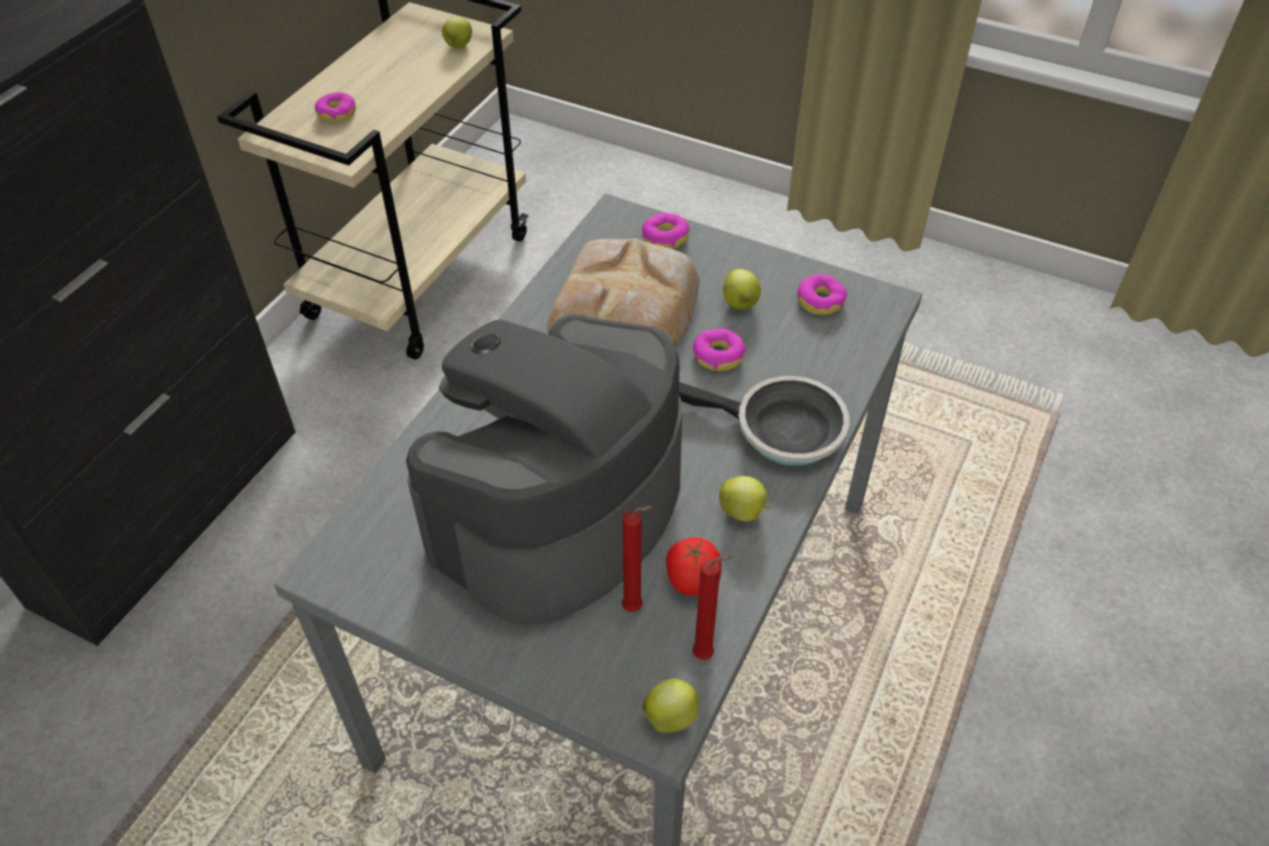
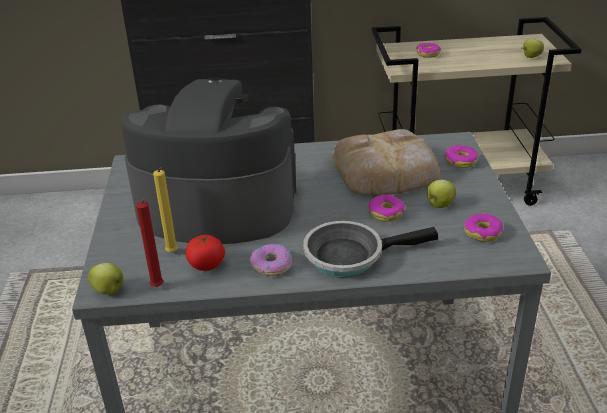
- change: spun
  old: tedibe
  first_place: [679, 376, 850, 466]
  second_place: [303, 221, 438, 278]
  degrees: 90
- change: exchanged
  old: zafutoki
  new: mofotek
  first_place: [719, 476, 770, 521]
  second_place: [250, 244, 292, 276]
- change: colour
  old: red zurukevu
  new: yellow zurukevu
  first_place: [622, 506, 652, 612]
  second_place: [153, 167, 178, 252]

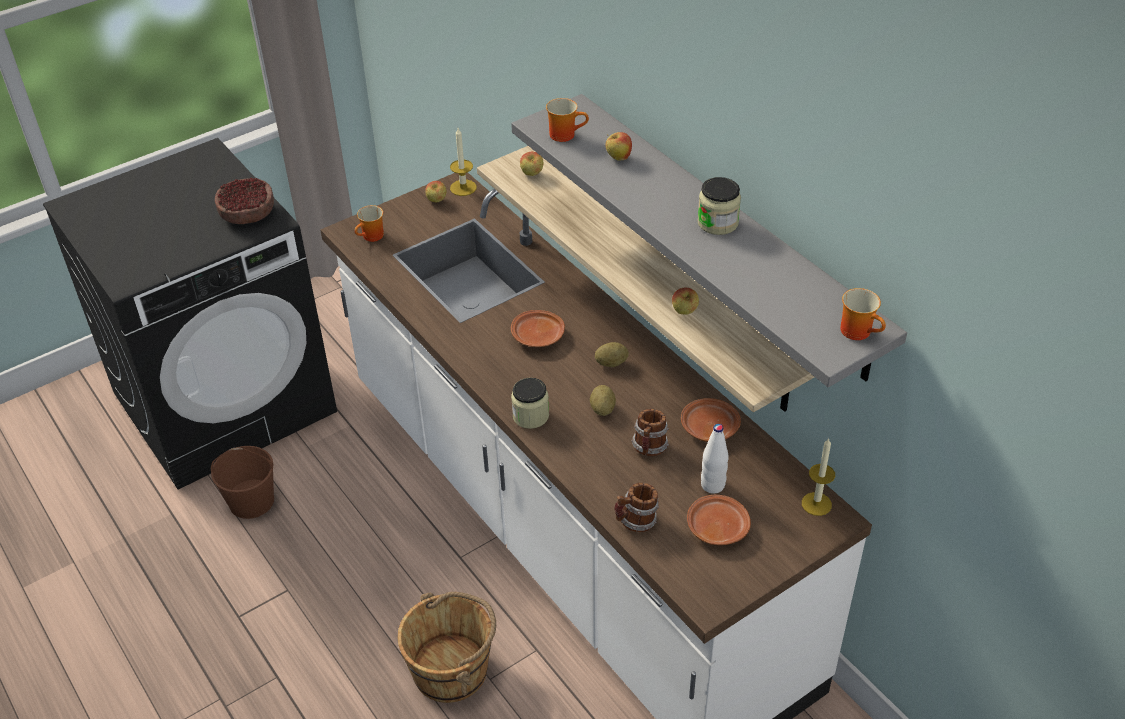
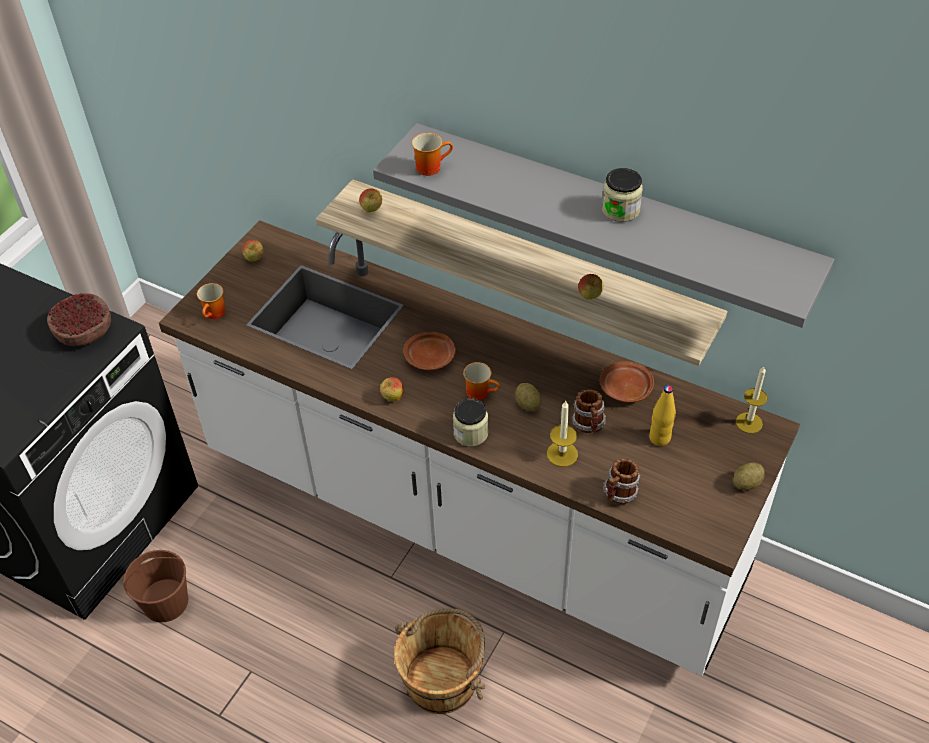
- change: relocated
  old: zurukevu
  first_place: [450, 128, 477, 196]
  second_place: [547, 401, 578, 467]
- change: relocated
  old: zafutoki
  first_place: [605, 132, 632, 161]
  second_place: [380, 377, 404, 401]
- change: relocated
  old: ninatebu
  first_place: [840, 288, 886, 340]
  second_place: [463, 362, 500, 400]
- change: relocated
  old: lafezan
  first_place: [595, 342, 629, 367]
  second_place: [733, 462, 765, 490]
- change: colour
  old: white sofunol
  new: yellow sofunol
  first_place: [701, 424, 729, 494]
  second_place: [649, 385, 676, 446]
- change: missing
  old: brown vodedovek
  first_place: [687, 495, 751, 545]

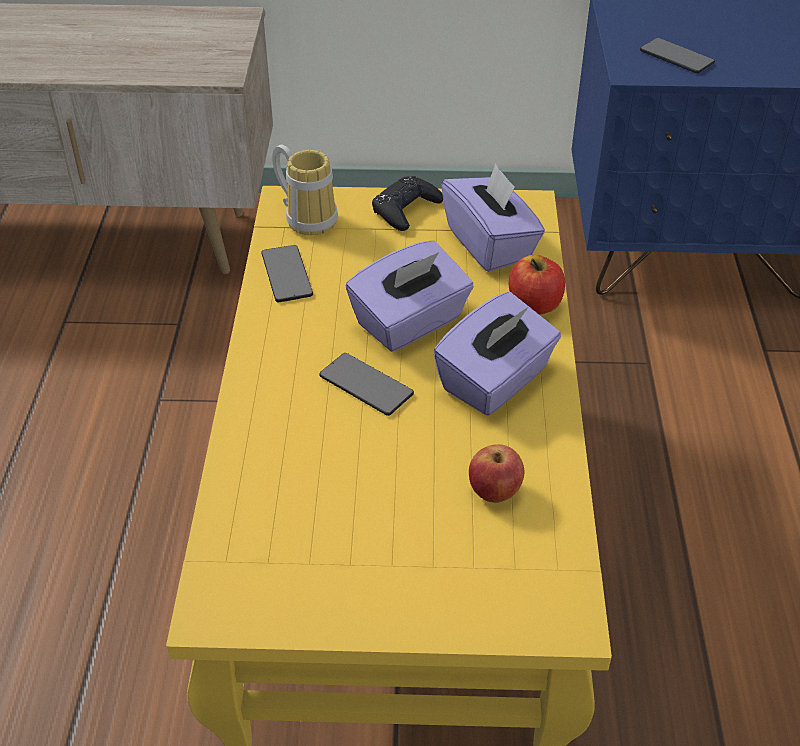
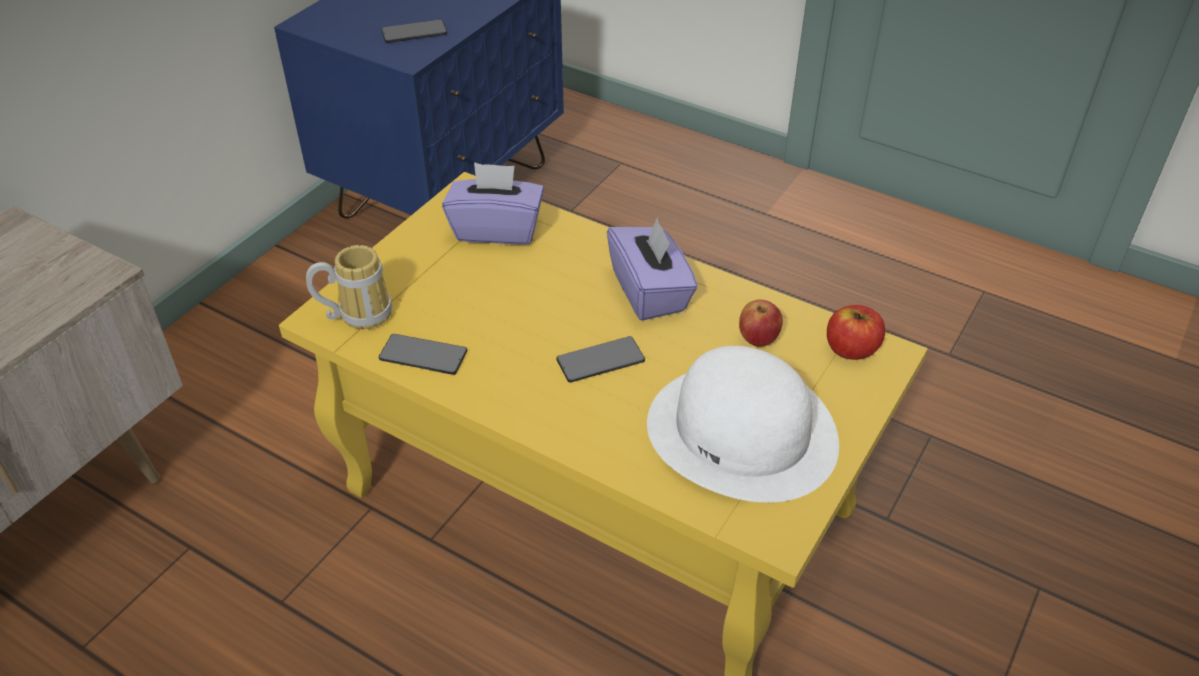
- change: missing
  old: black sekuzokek
  first_place: [372, 176, 443, 231]
- change: missing
  old: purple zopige
  first_place: [346, 241, 474, 352]
- change: relocated
  old: zafutoki
  first_place: [509, 255, 565, 315]
  second_place: [827, 305, 885, 360]
- change: appeared
  new: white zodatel
  second_place: [647, 346, 839, 503]

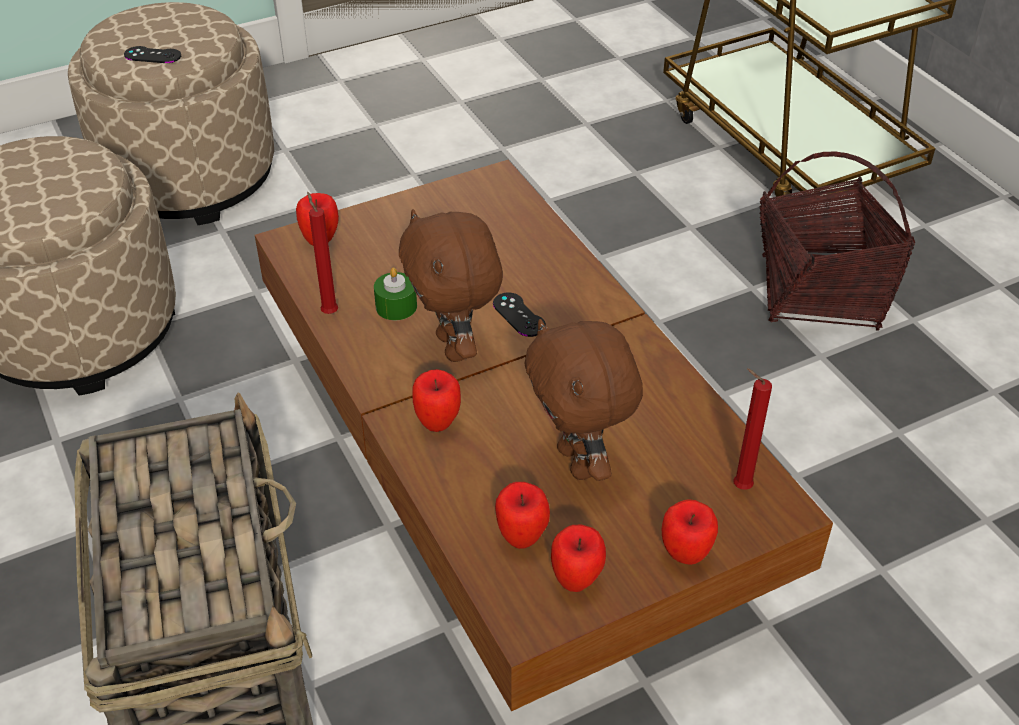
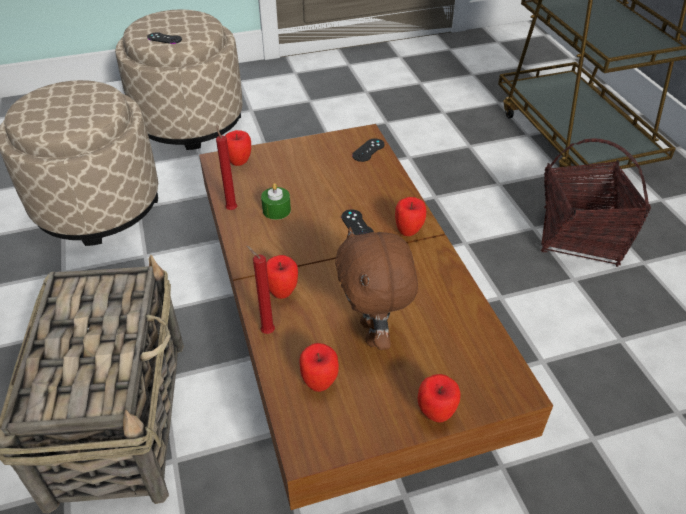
- change: missing
  old: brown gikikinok
  first_place: [399, 209, 503, 362]
- change: relocated
  old: red zurukevu
  first_place: [733, 368, 772, 490]
  second_place: [246, 245, 275, 334]
- change: relocated
  old: zafutoki
  first_place: [551, 525, 606, 592]
  second_place: [395, 197, 426, 236]
- change: appeared
  new: black sekuzokek
  second_place: [352, 138, 385, 162]

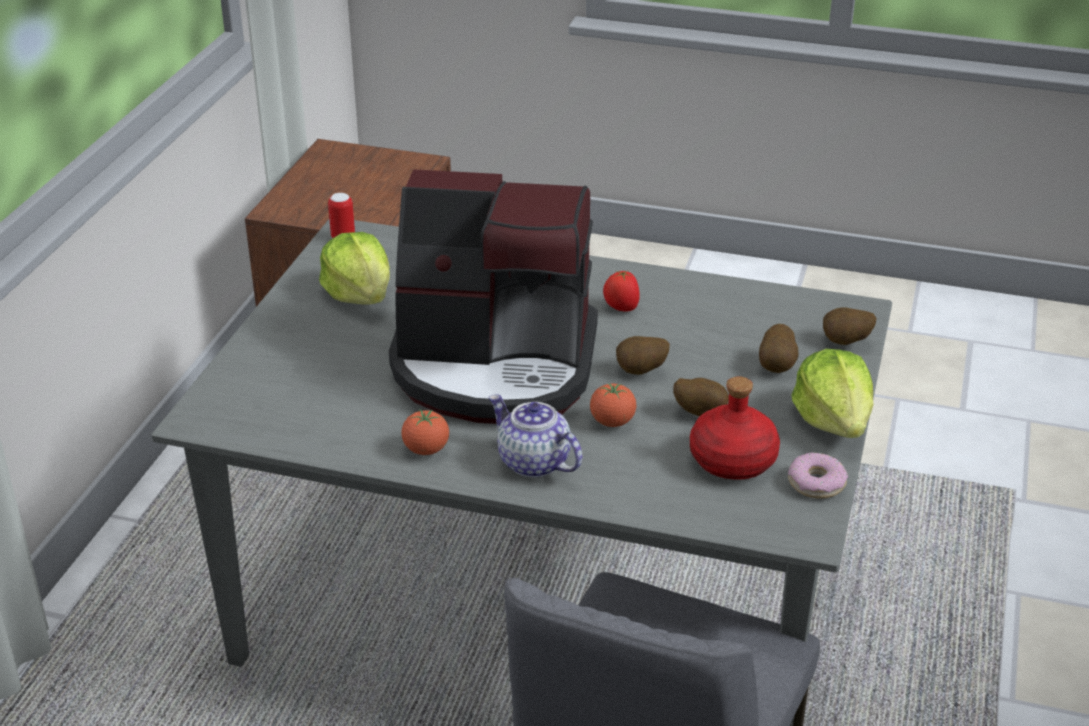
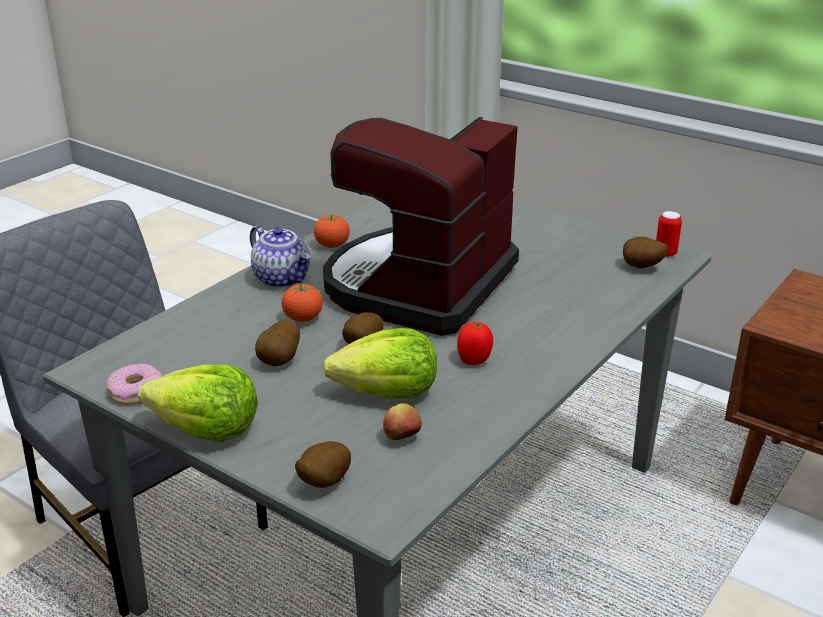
- change: relocated
  old: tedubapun
  first_place: [319, 232, 390, 304]
  second_place: [323, 328, 437, 399]
- change: relocated
  old: lafezan
  first_place: [759, 324, 798, 373]
  second_place: [623, 236, 668, 269]
- change: missing
  old: red sofunol
  first_place: [690, 376, 780, 480]
- change: spun
  old: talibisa
  first_place: [489, 395, 582, 478]
  second_place: [250, 225, 310, 288]
  degrees: 75
- change: appeared
  new: zafutoki
  second_place: [383, 403, 422, 440]

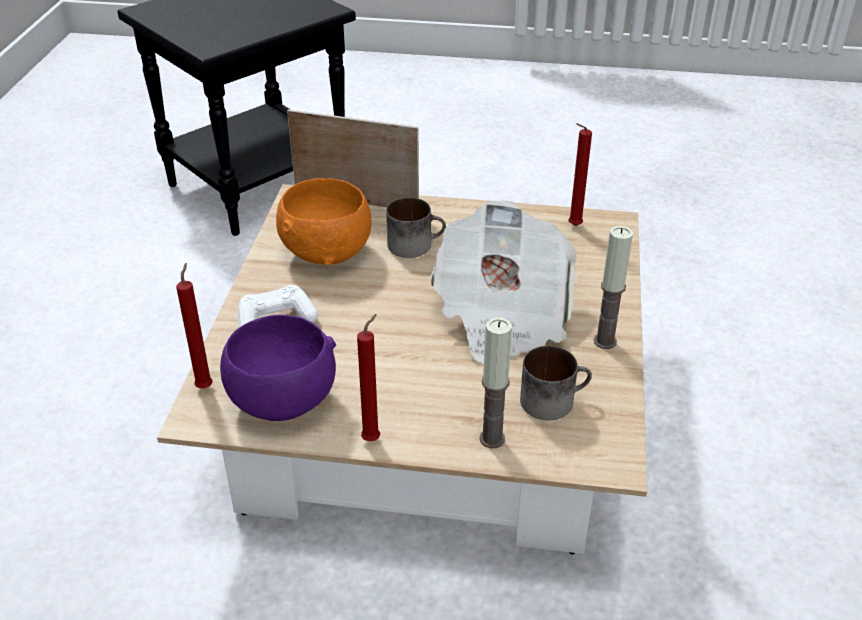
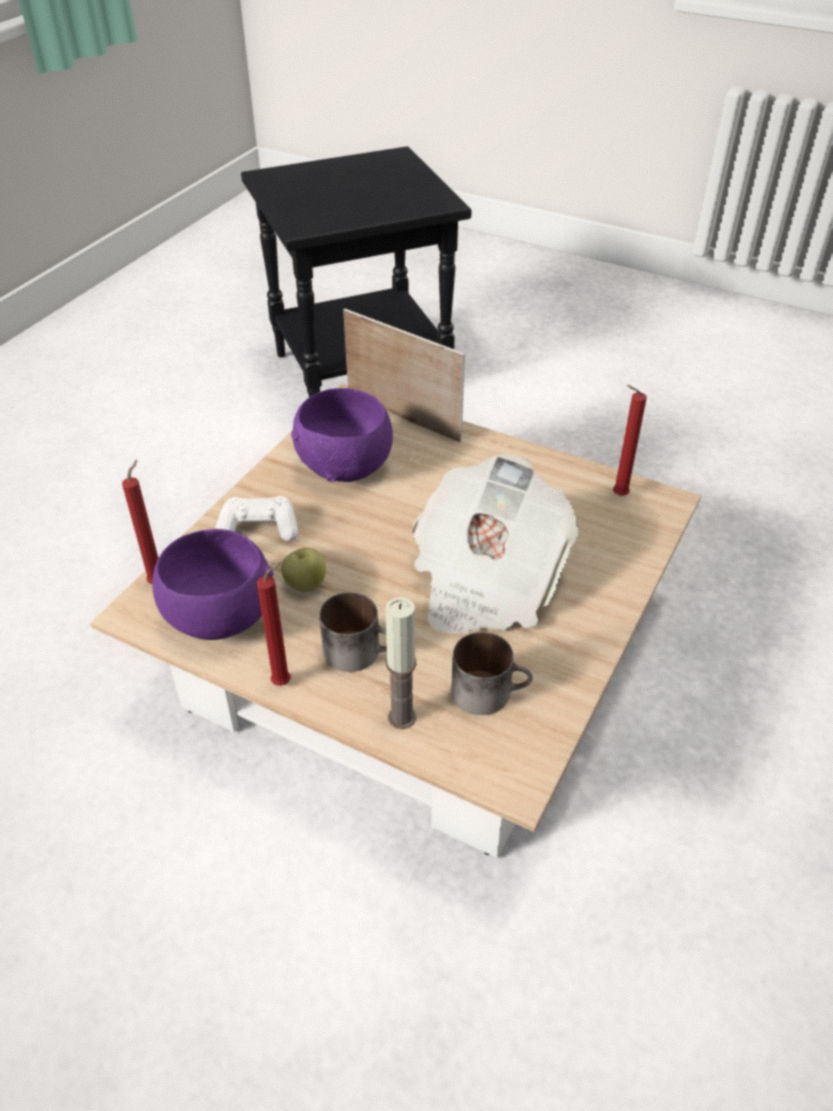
- change: colour
  old: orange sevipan
  new: purple sevipan
  first_place: [276, 178, 372, 265]
  second_place: [291, 388, 393, 482]
- change: relocated
  old: ninatebu
  first_place: [386, 197, 446, 258]
  second_place: [319, 592, 387, 672]
- change: missing
  old: zurukevu
  first_place: [594, 226, 633, 349]
- change: appeared
  new: zafutoki
  second_place: [281, 548, 326, 592]

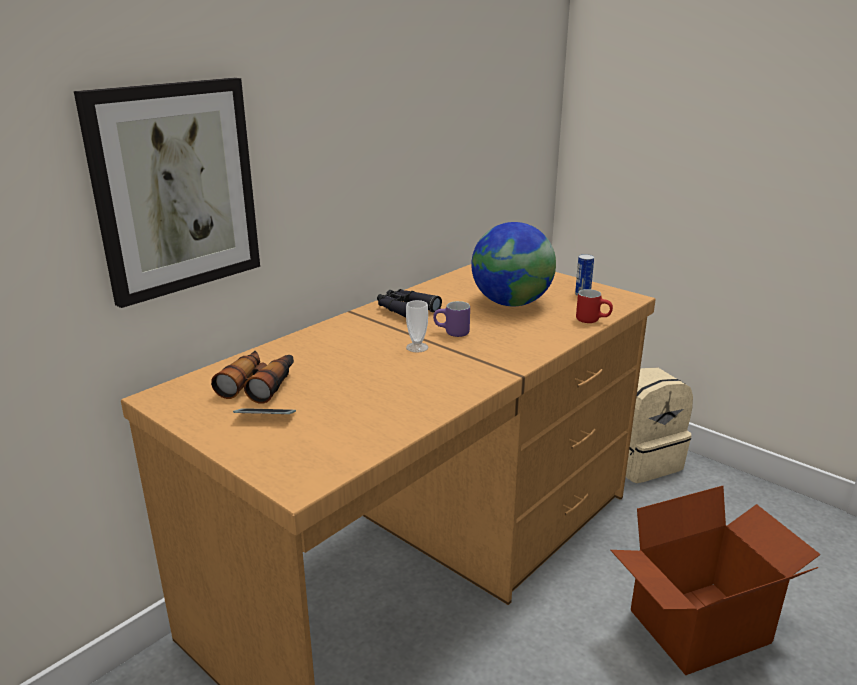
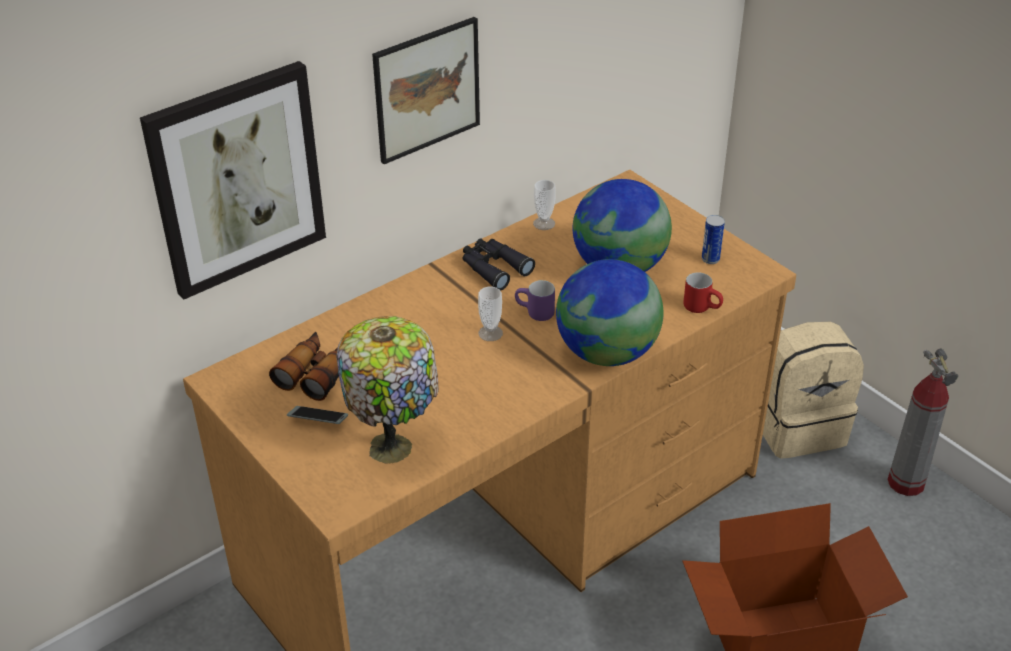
- change: appeared
  new: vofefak
  second_place: [372, 17, 480, 164]
- change: appeared
  new: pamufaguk
  second_place: [533, 180, 556, 230]
- change: appeared
  new: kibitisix
  second_place: [556, 259, 663, 366]
- change: appeared
  new: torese
  second_place: [336, 316, 439, 464]
- change: appeared
  new: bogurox
  second_place: [887, 348, 958, 496]

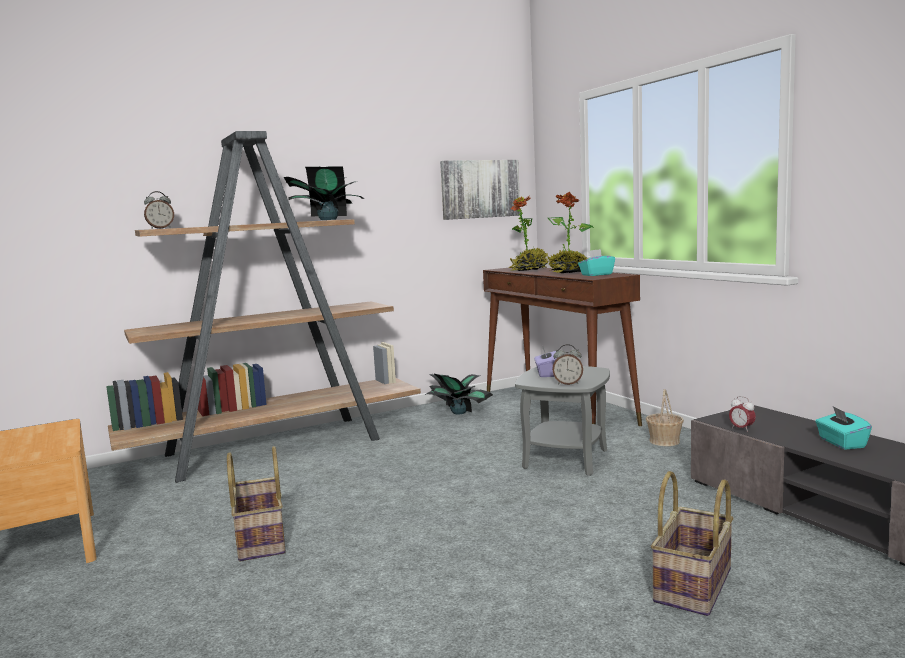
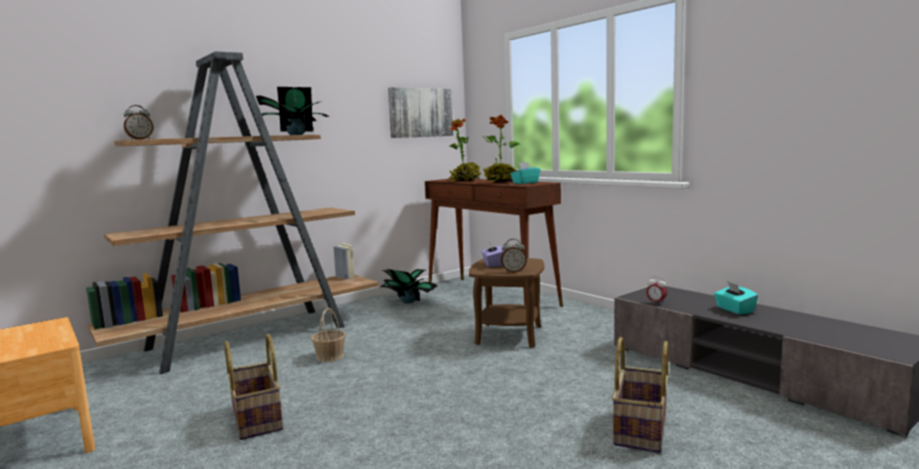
- change: colour
  old: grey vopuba
  new: brown vopuba
  first_place: [515, 366, 610, 476]
  second_place: [469, 258, 544, 348]
- change: relocated
  old: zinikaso
  first_place: [646, 389, 684, 446]
  second_place: [311, 308, 346, 362]

